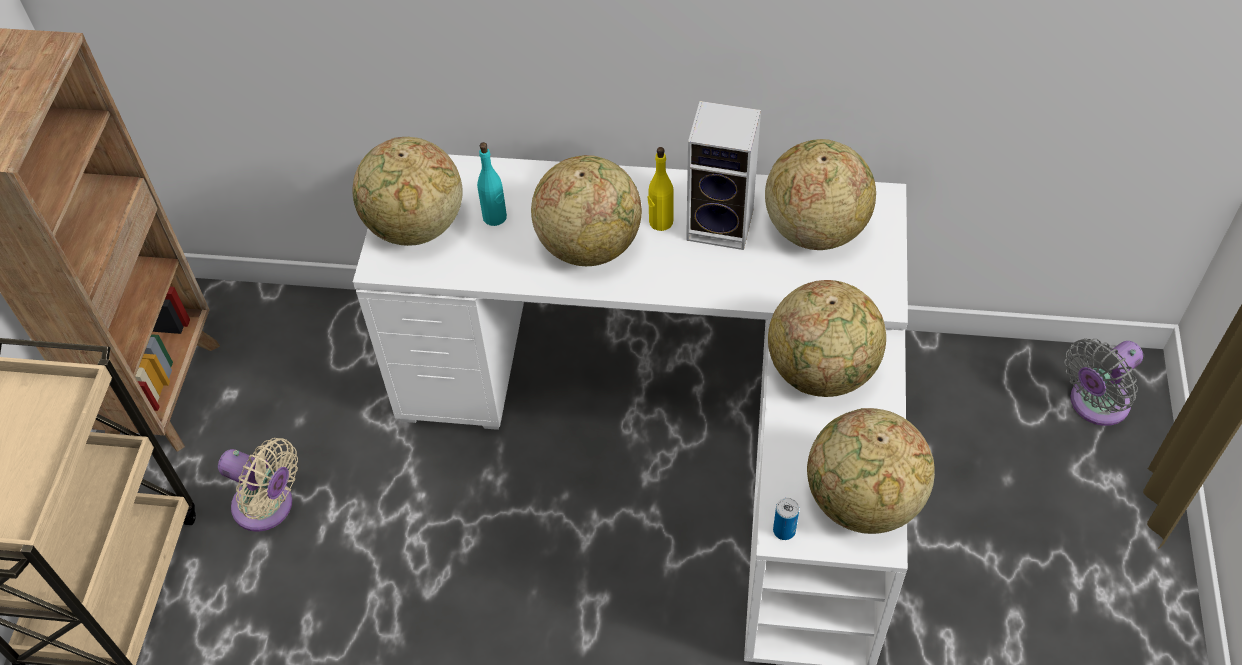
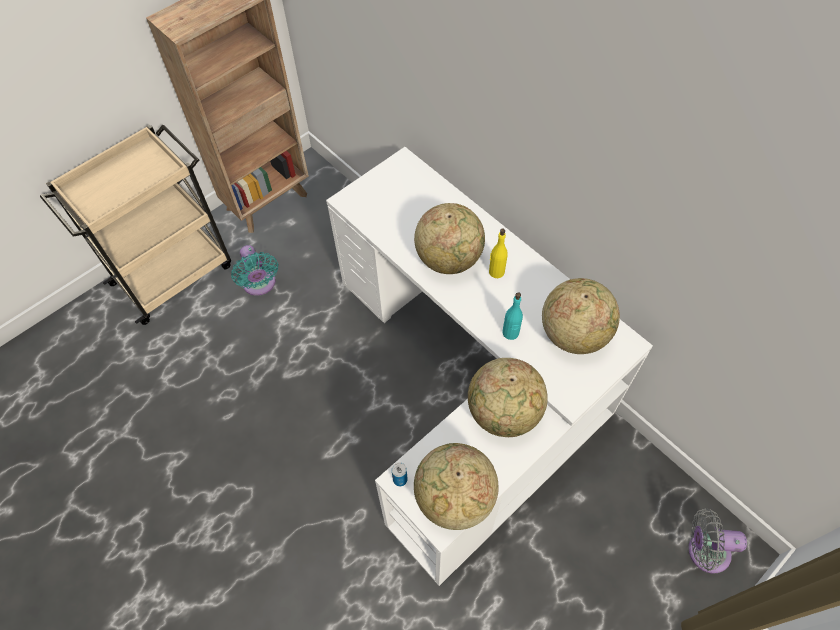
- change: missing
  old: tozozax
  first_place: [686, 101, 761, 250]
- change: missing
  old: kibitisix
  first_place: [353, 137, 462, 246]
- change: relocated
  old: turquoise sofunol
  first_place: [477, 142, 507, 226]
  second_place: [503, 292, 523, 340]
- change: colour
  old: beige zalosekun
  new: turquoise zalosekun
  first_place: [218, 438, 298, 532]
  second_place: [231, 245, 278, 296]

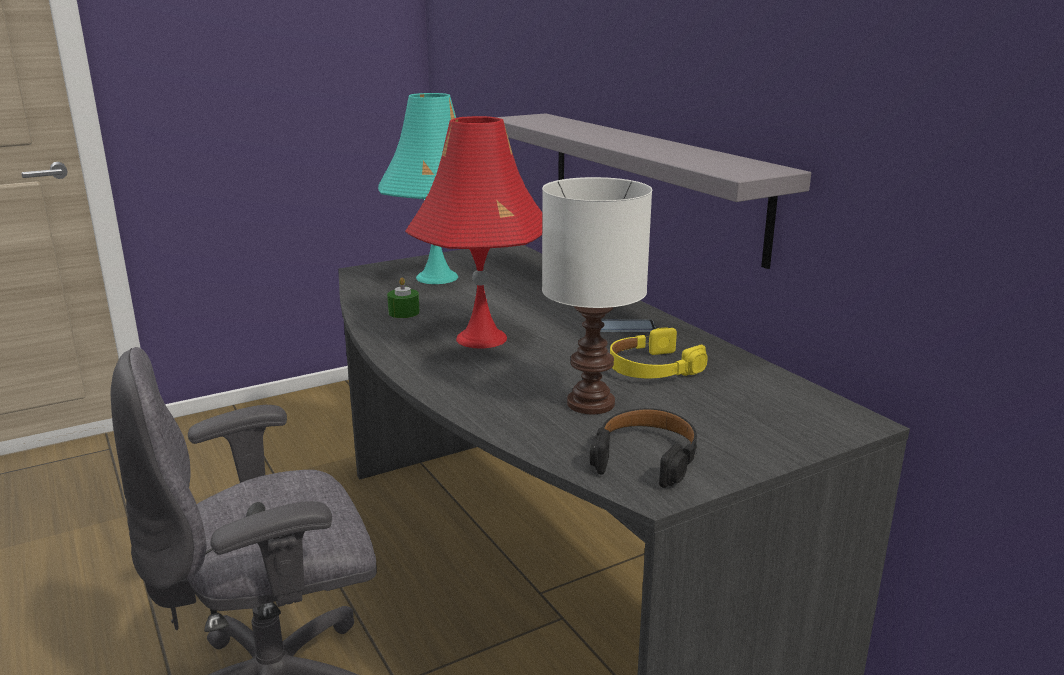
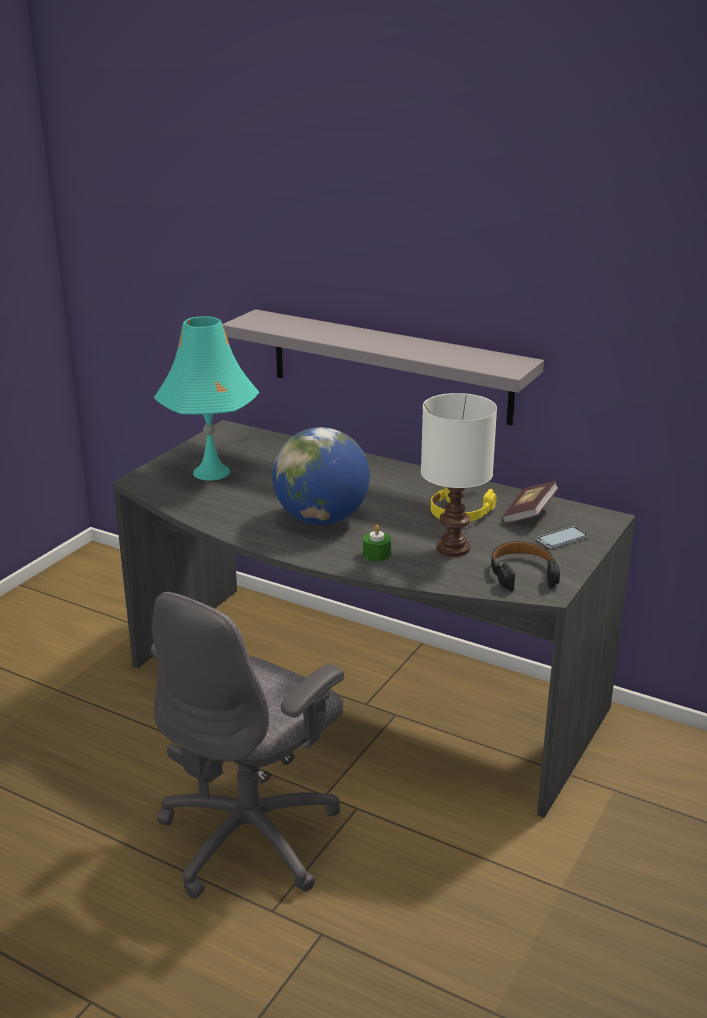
- change: exchanged
  old: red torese
  new: kibitisix
  first_place: [405, 116, 542, 348]
  second_place: [272, 427, 370, 525]
- change: relocated
  old: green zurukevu
  first_place: [387, 277, 420, 318]
  second_place: [363, 524, 391, 561]
- change: relocated
  old: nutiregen
  first_place: [600, 319, 656, 332]
  second_place: [537, 526, 588, 548]
- change: appeared
  new: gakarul
  second_place: [502, 481, 559, 523]

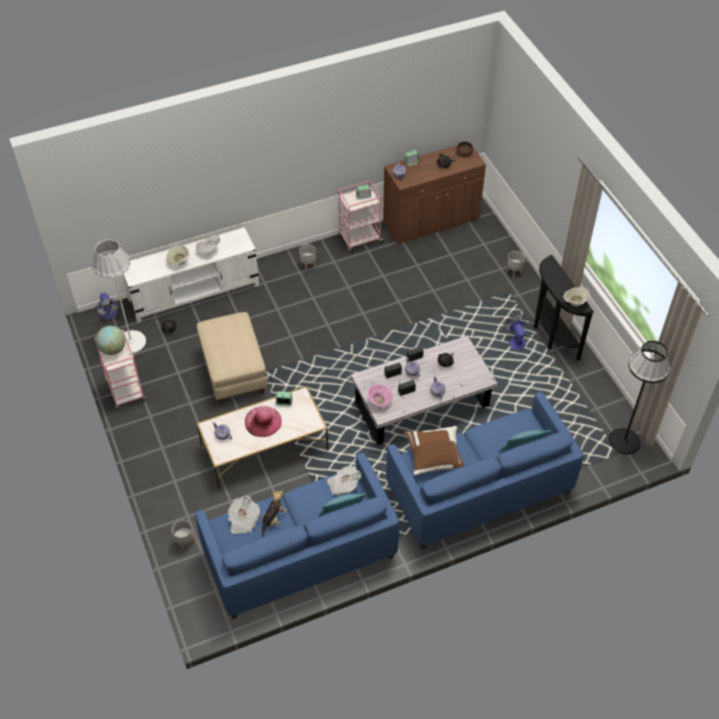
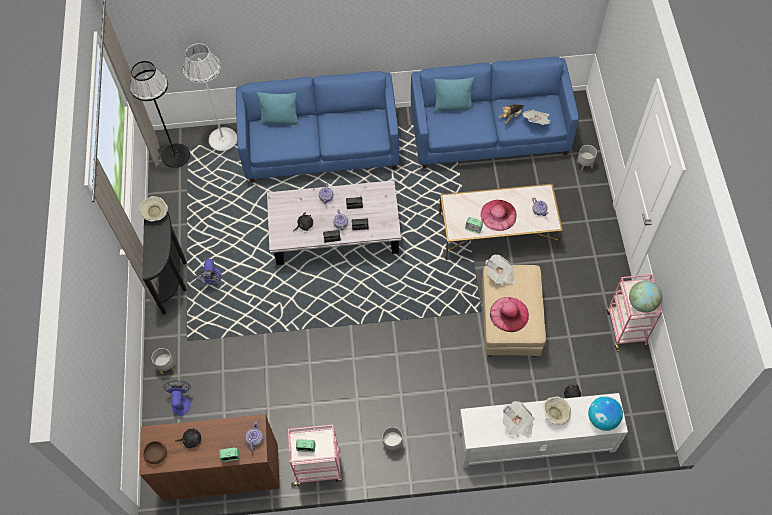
- change: relocated
  old: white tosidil
  first_place: [92, 239, 146, 353]
  second_place: [183, 43, 237, 151]
- change: relocated
  old: zalosekun
  first_place: [95, 293, 119, 319]
  second_place: [163, 380, 191, 416]
- change: missing
  old: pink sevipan
  first_place: [367, 384, 393, 407]
- change: missing
  old: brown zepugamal
  first_place: [404, 426, 465, 475]
- change: relocated
  old: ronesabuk
  first_place: [327, 466, 361, 495]
  second_place: [485, 255, 515, 285]
- change: appeared
  new: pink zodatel
  second_place: [490, 297, 529, 332]
- change: appeared
  new: kibitisix
  second_place: [588, 396, 623, 431]

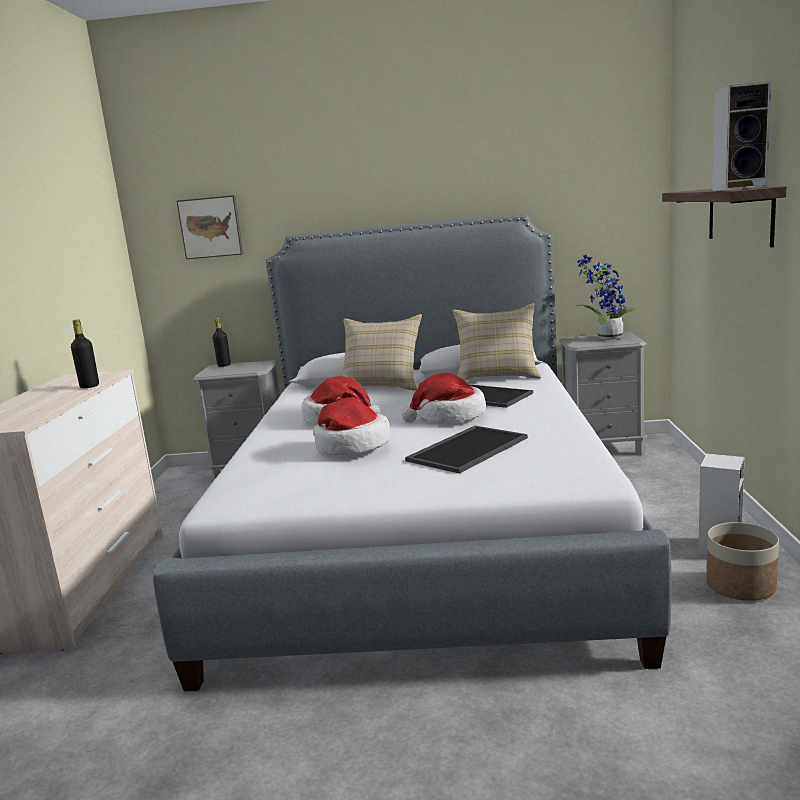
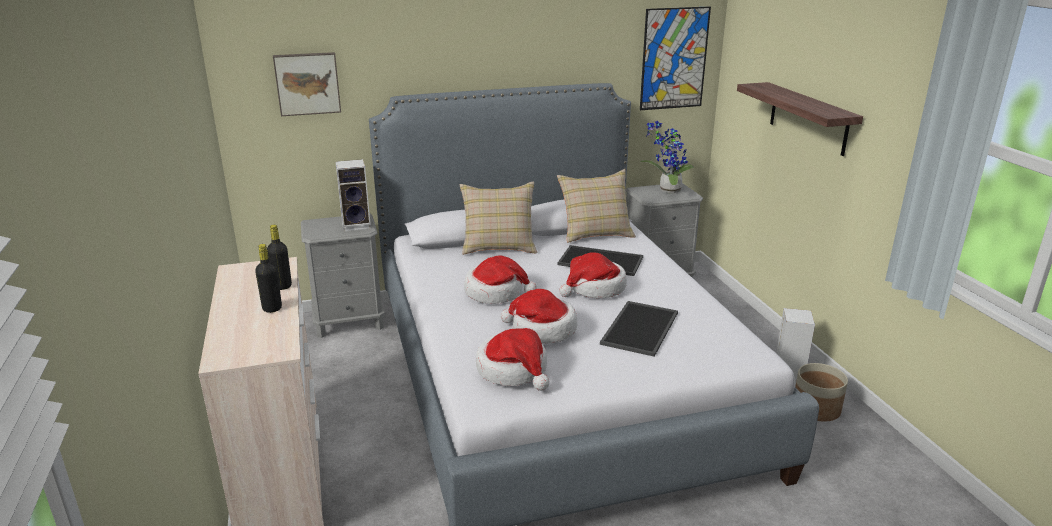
- change: relocated
  old: tozozax
  first_place: [712, 81, 772, 191]
  second_place: [336, 159, 371, 232]
- change: relocated
  old: black sofunol
  first_place: [213, 318, 231, 367]
  second_place: [255, 244, 282, 313]
- change: appeared
  new: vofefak
  second_place: [640, 6, 711, 110]
- change: appeared
  new: zodatel
  second_place: [476, 328, 549, 391]

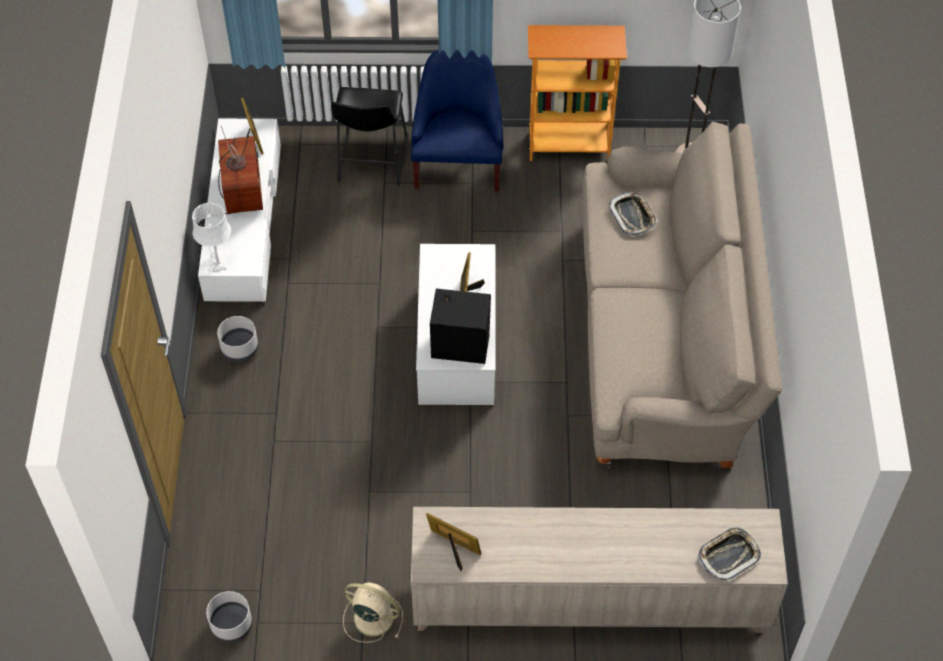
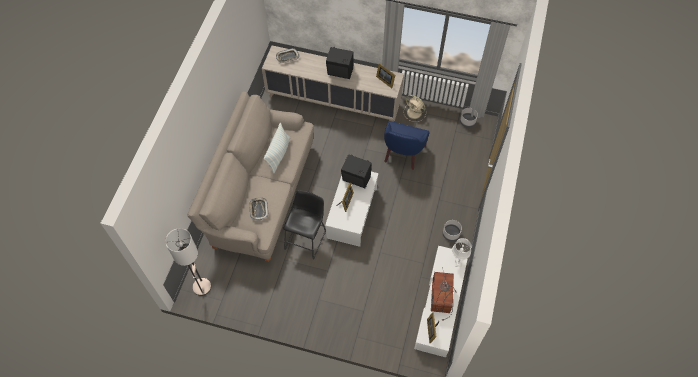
- change: missing
  old: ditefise
  first_place: [528, 25, 627, 161]
- change: relocated
  old: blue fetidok
  first_place: [411, 49, 503, 191]
  second_place: [384, 121, 429, 170]
- change: relocated
  old: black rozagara
  first_place: [331, 87, 407, 187]
  second_place: [283, 190, 326, 260]
- change: appeared
  new: black tozozax
  second_place: [326, 47, 353, 79]
- change: appeared
  new: zepugamal
  second_place: [263, 123, 290, 174]

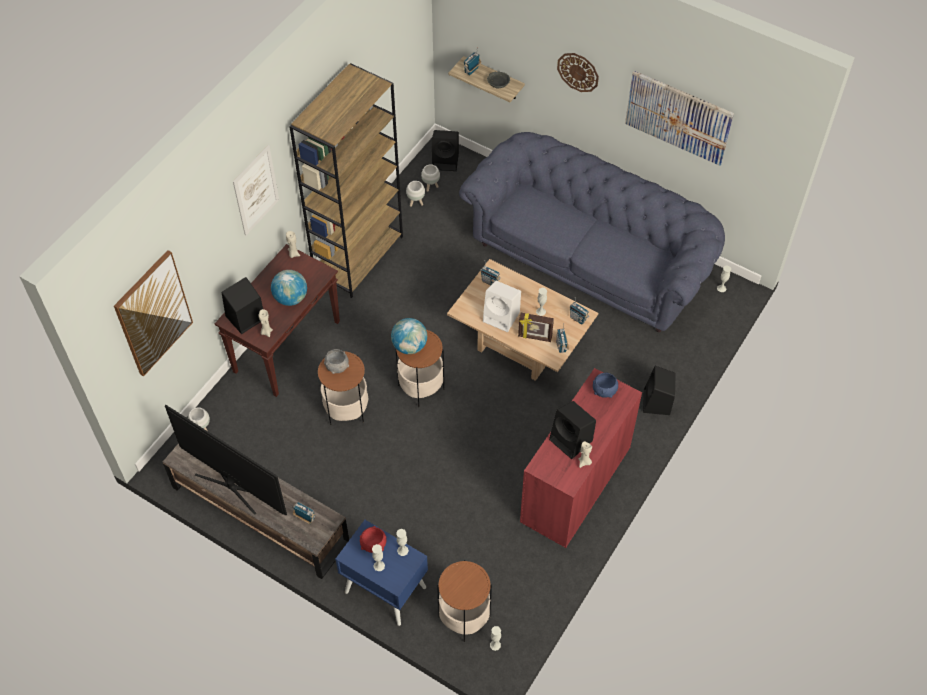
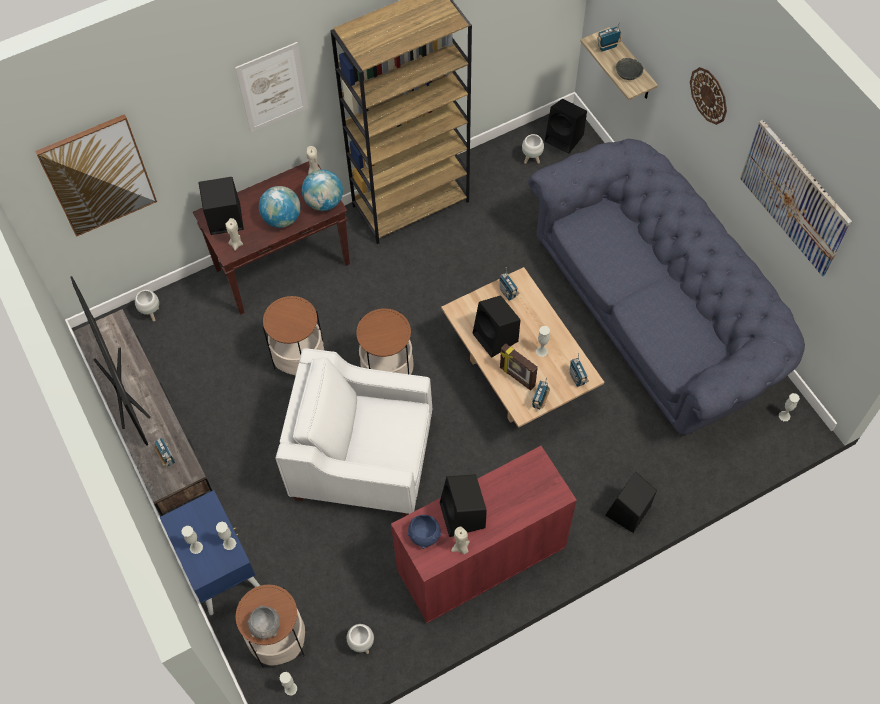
- change: relocated
  old: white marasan
  first_place: [406, 181, 425, 207]
  second_place: [347, 624, 374, 654]
- change: colour
  old: white tozozax
  new: black tozozax
  first_place: [483, 281, 521, 332]
  second_place: [472, 295, 520, 358]
- change: relocated
  old: kibitisix
  first_place: [391, 318, 427, 354]
  second_place: [302, 170, 343, 211]
- change: relocated
  old: grey sevipan
  first_place: [324, 349, 349, 374]
  second_place: [248, 605, 280, 639]
- change: relocated
  old: blue sevipan
  first_place: [593, 372, 618, 398]
  second_place: [407, 515, 442, 549]
- change: missing
  old: red sevipan
  first_place: [360, 526, 386, 553]
- change: appeared
  new: white fetidok
  second_place: [275, 348, 432, 516]

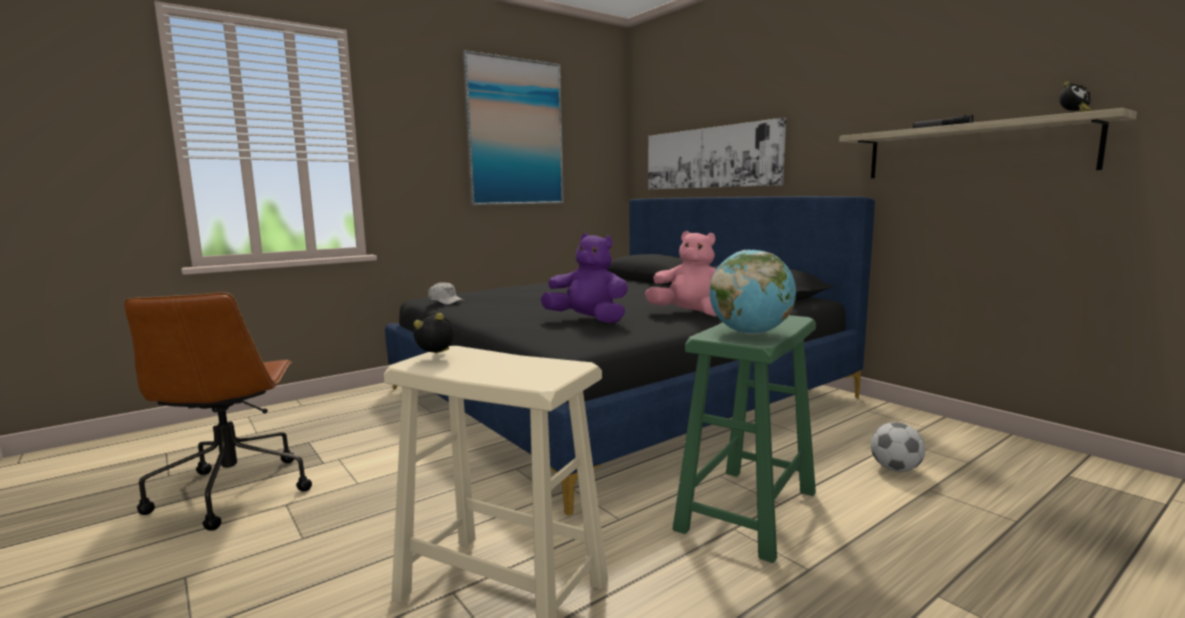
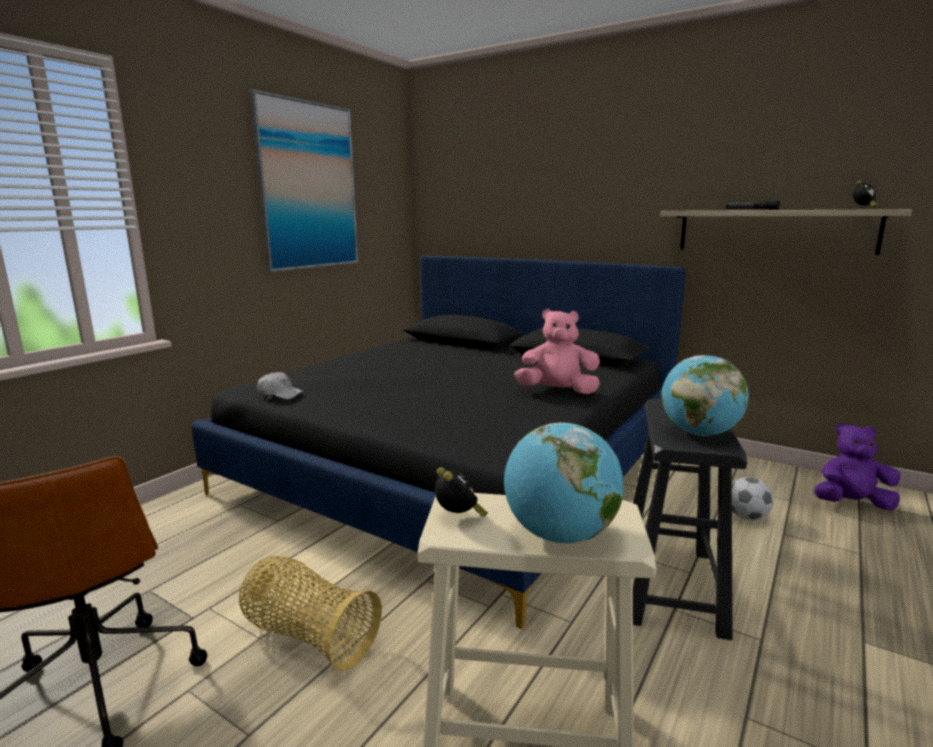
- change: missing
  old: vofefak
  first_place: [648, 118, 786, 189]
- change: relocated
  old: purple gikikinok
  first_place: [540, 233, 628, 324]
  second_place: [814, 423, 901, 511]
- change: spun
  old: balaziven
  first_place: [413, 313, 454, 353]
  second_place: [435, 467, 488, 517]
  degrees: 105
- change: colour
  old: green rozagara
  new: black rozagara
  first_place: [673, 315, 816, 563]
  second_place: [633, 399, 747, 640]
- change: appeared
  new: kibitisix
  second_place: [504, 422, 624, 543]
- change: appeared
  new: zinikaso
  second_place: [239, 556, 382, 671]

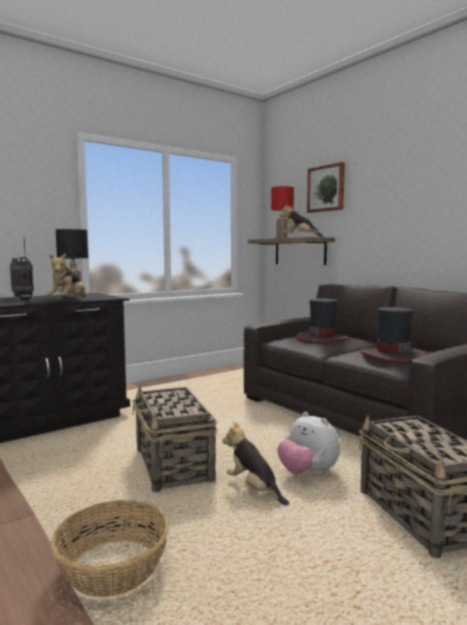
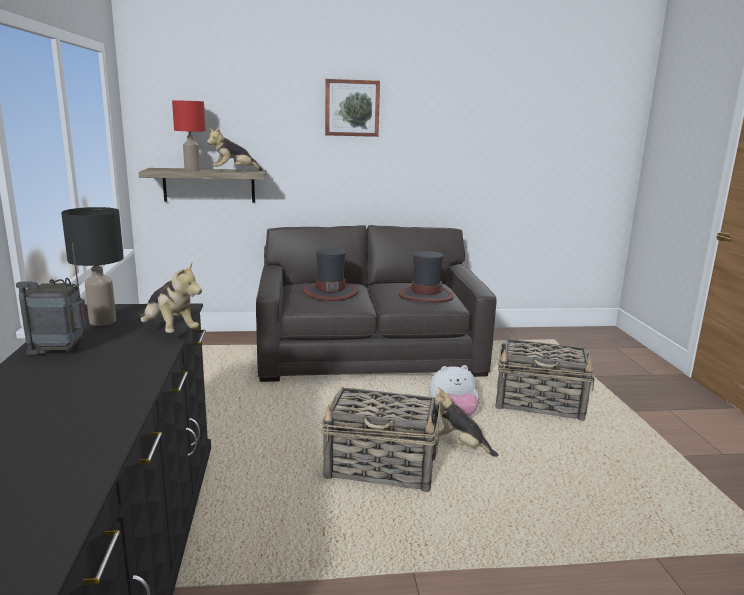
- change: relocated
  old: vofefak
  first_place: [307, 162, 345, 213]
  second_place: [325, 79, 380, 137]
- change: spun
  old: gikikinok
  first_place: [222, 421, 289, 505]
  second_place: [435, 387, 499, 457]
  degrees: 45
- change: missing
  old: zinikaso
  first_place: [51, 500, 169, 597]

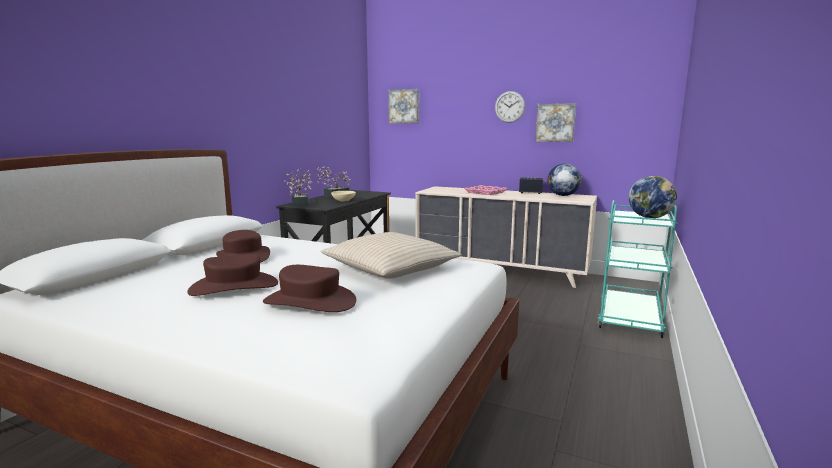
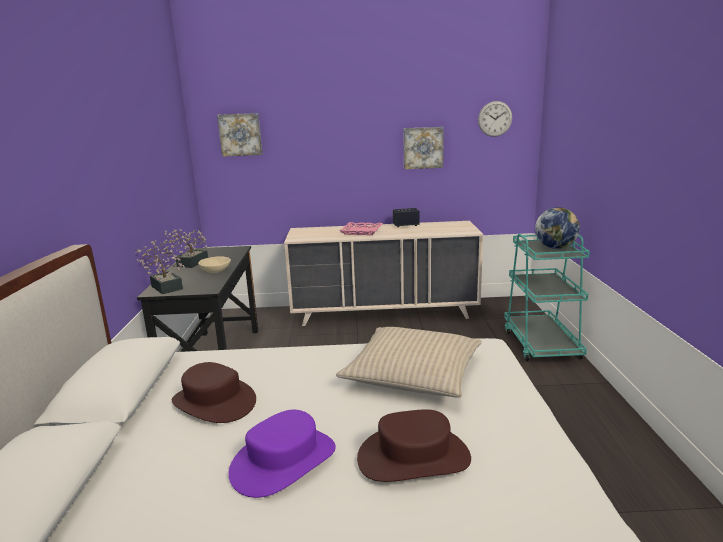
- change: relocated
  old: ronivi
  first_place: [495, 91, 525, 123]
  second_place: [478, 101, 512, 137]
- change: missing
  old: kibitisix
  first_place: [548, 163, 581, 196]
- change: colour
  old: brown zodatel
  new: purple zodatel
  first_place: [187, 254, 278, 296]
  second_place: [228, 410, 336, 498]

